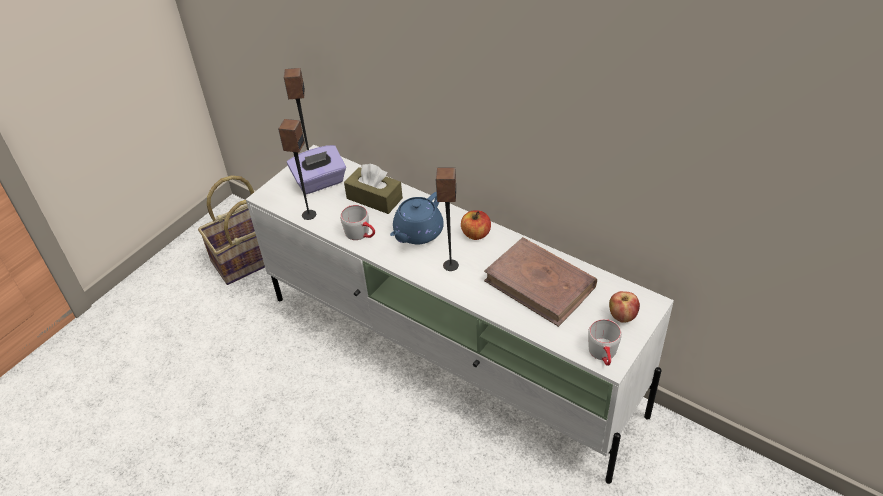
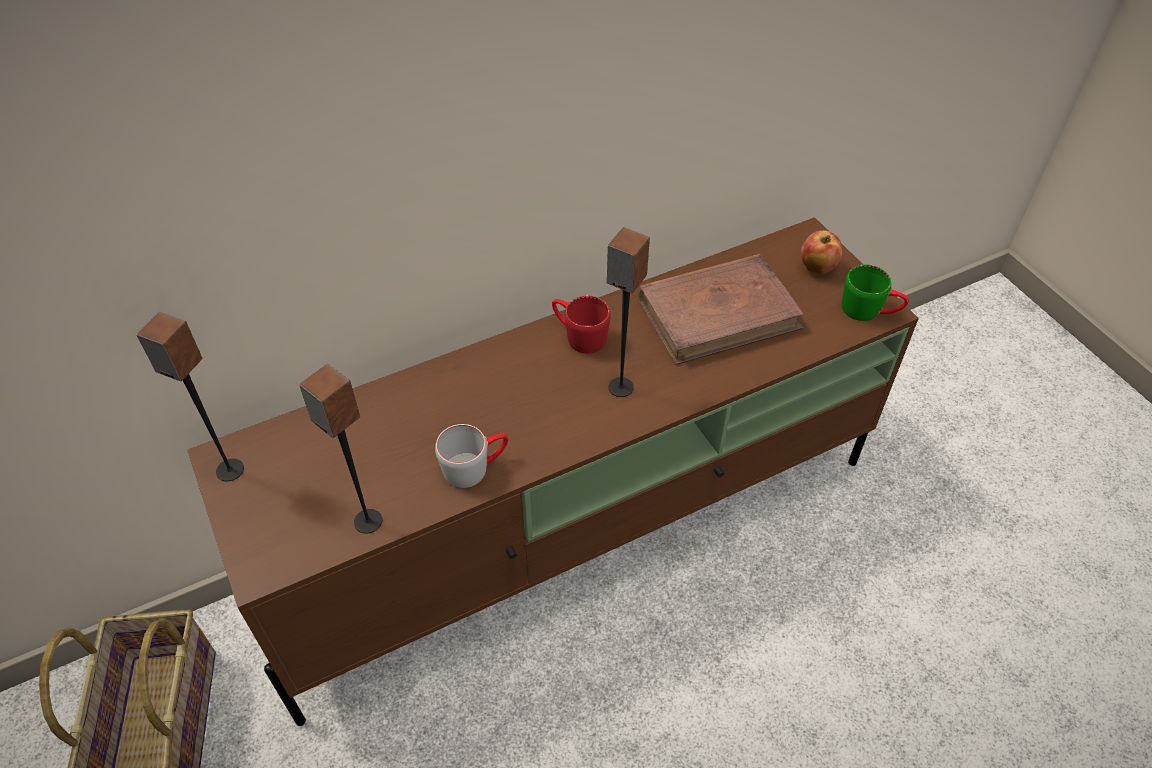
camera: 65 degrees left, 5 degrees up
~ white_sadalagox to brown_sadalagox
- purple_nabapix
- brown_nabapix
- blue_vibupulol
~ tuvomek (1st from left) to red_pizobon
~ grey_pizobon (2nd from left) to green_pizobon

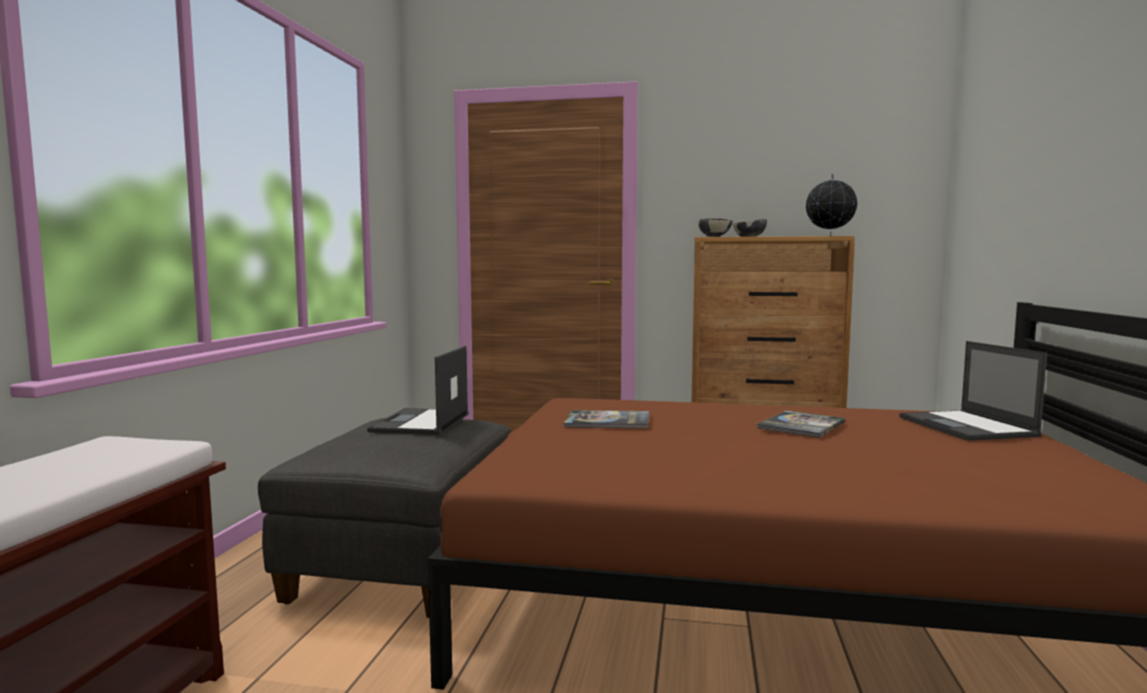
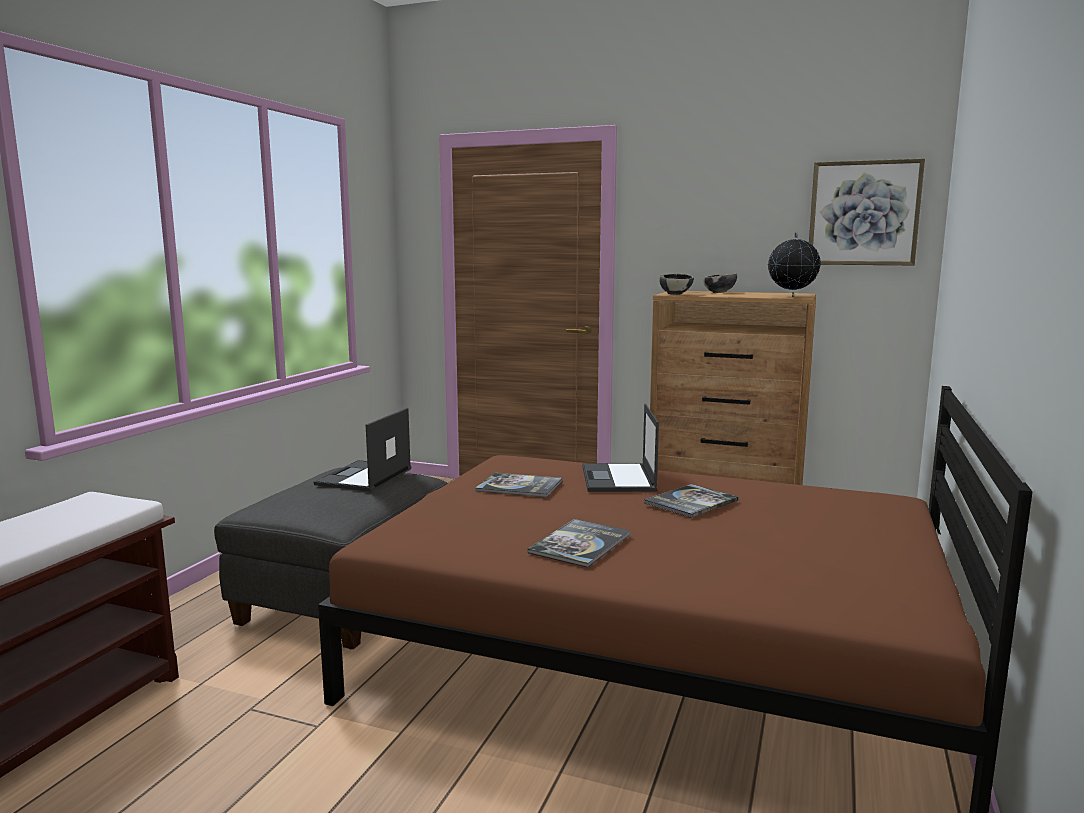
camera: 10 degrees right, 5 degrees up
~ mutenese (2nd from left)
+ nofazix (2nd from left)
+ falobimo

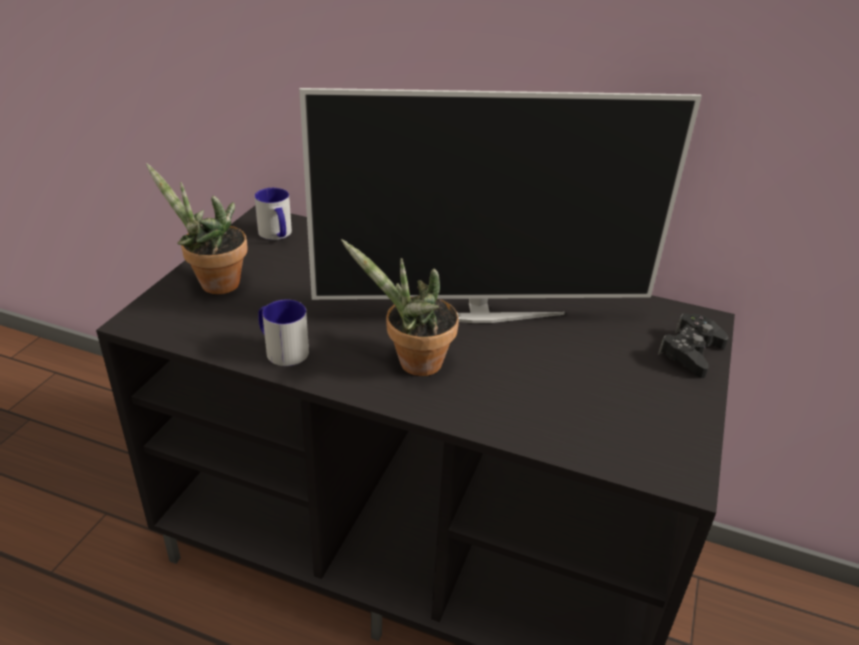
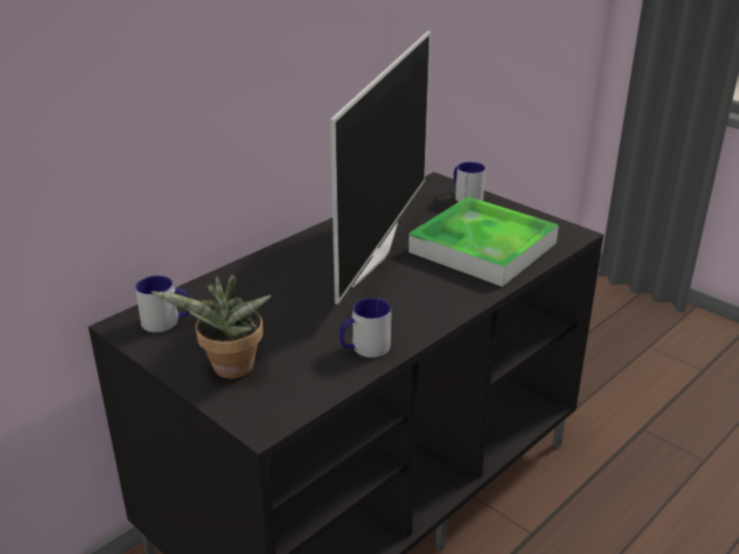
camera: 65 degrees left, 5 degrees down
- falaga (2nd from left)
~ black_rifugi to pizobon (3rd from left)
+ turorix

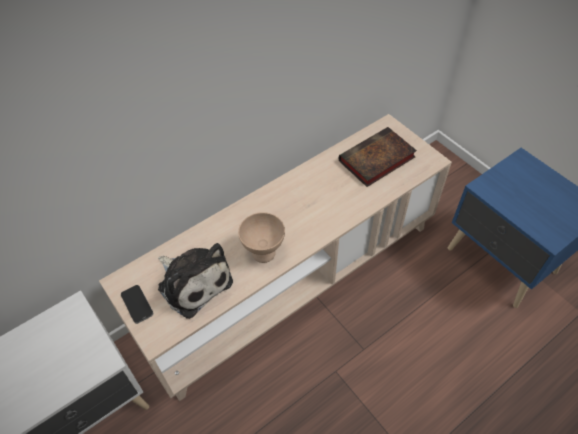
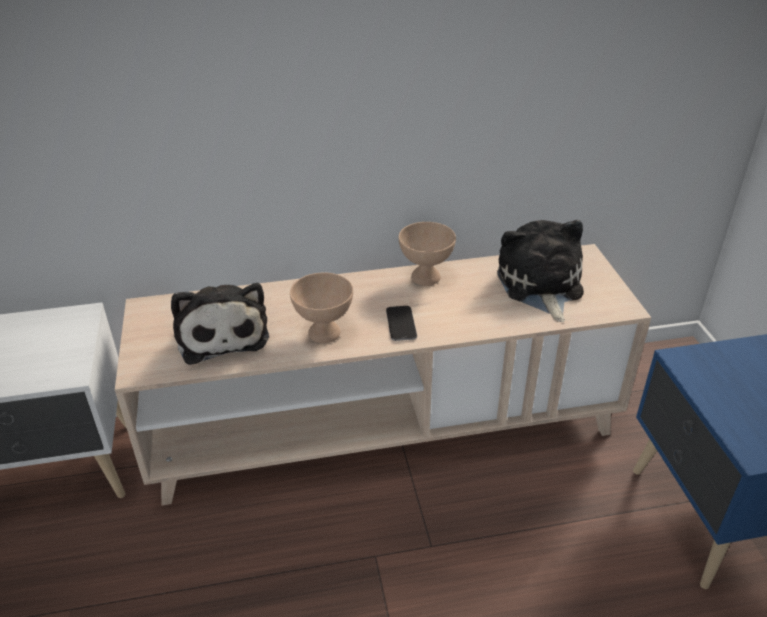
camera: 25 degrees right, 15 degrees down
~ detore
~ nofazix to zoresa (2nd from left)
+ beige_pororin (2nd from left)

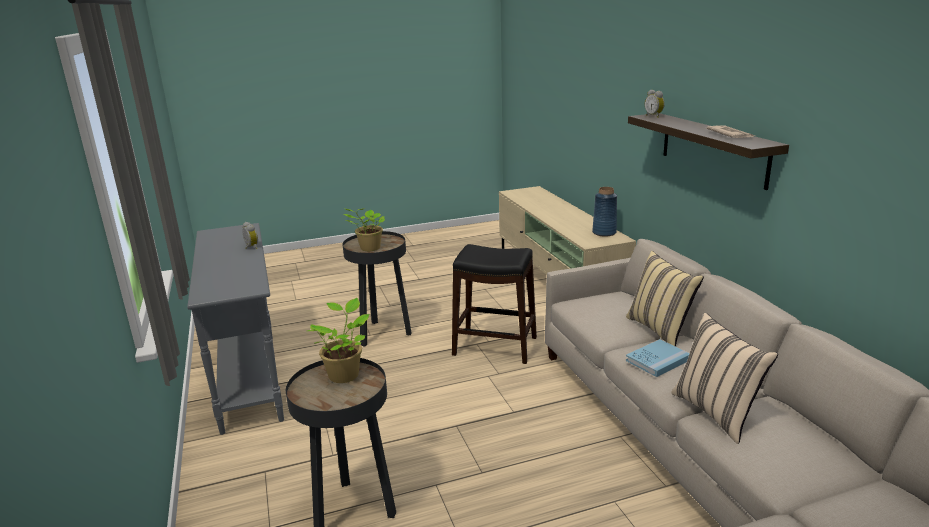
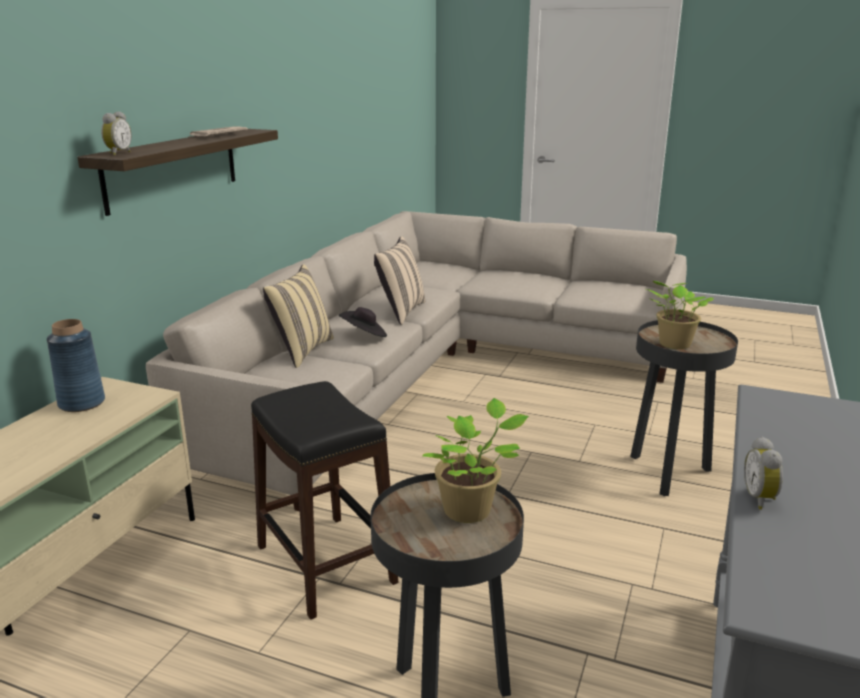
camera: 140 degrees left, 0 degrees up
~ blue_nofazix to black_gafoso

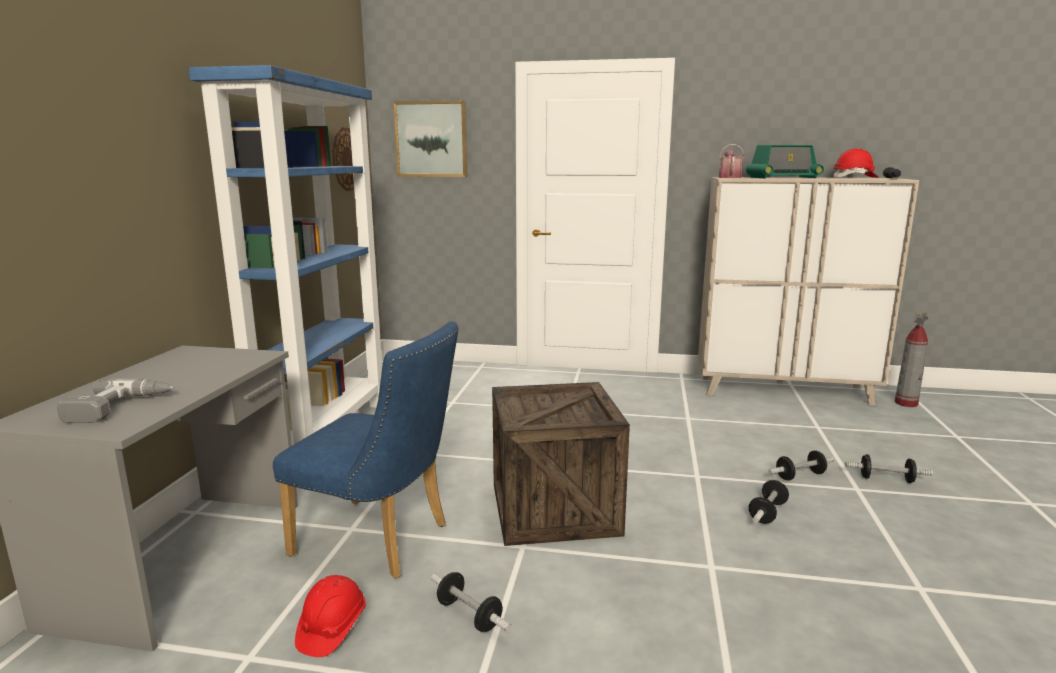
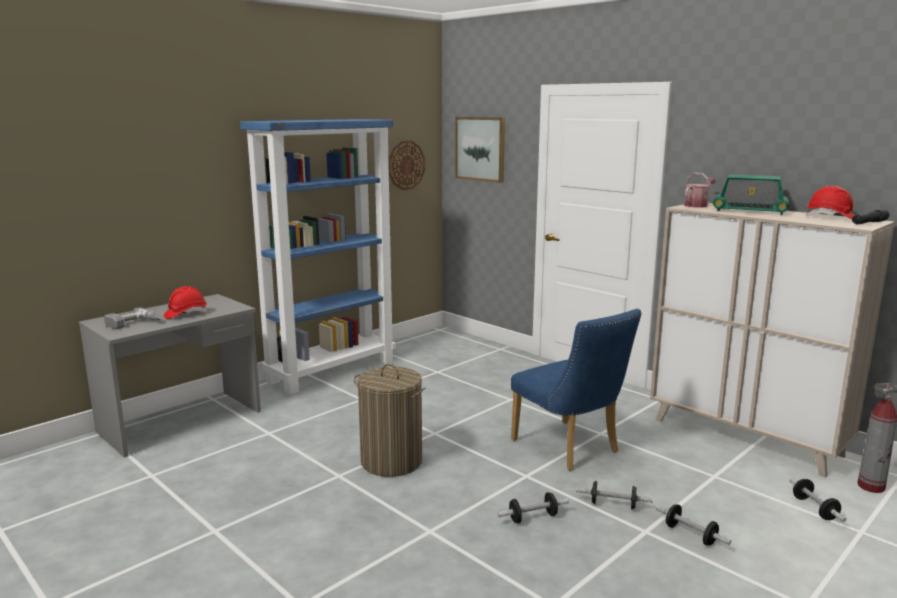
camera: 35 degrees right, 0 degrees up
~ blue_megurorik
~ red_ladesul (1st from left)
~ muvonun (1st from left in the first image) to muvonun (4th from left)
~ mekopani to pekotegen

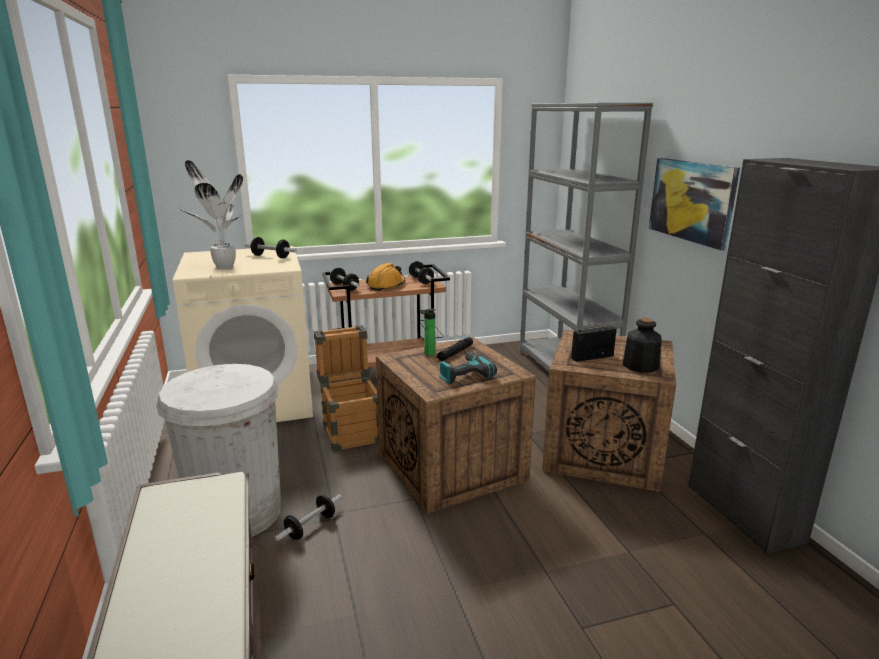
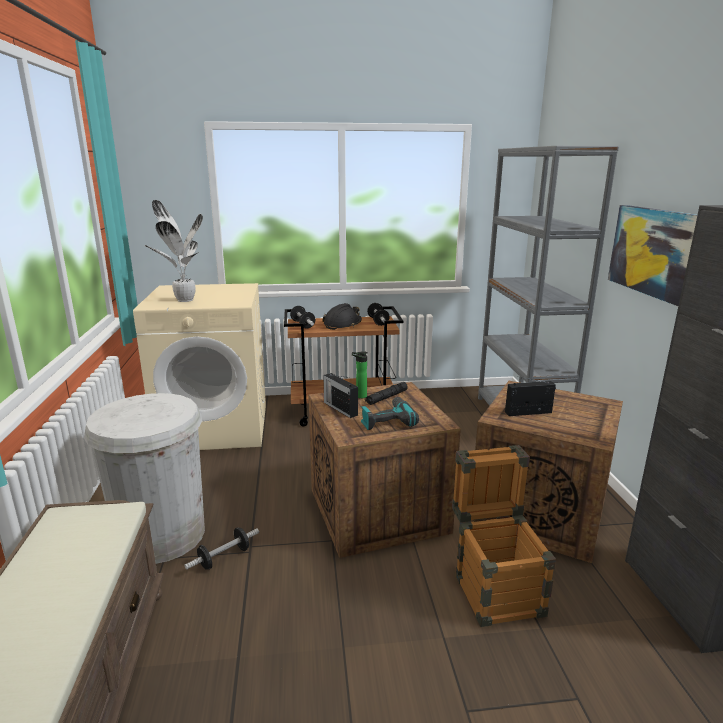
camera: 10 degrees right, 0 degrees up
- muvonun (1st from left)
~ mekopani (1st from left in the first image) to mekopani (2nd from left)
~ orange_ladesul to black_ladesul
- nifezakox (2nd from left)
+ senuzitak (1st from left)

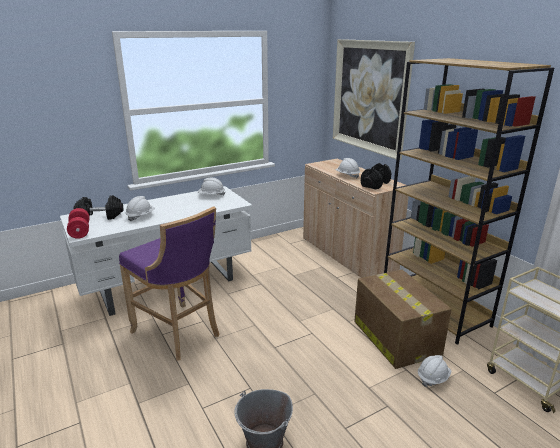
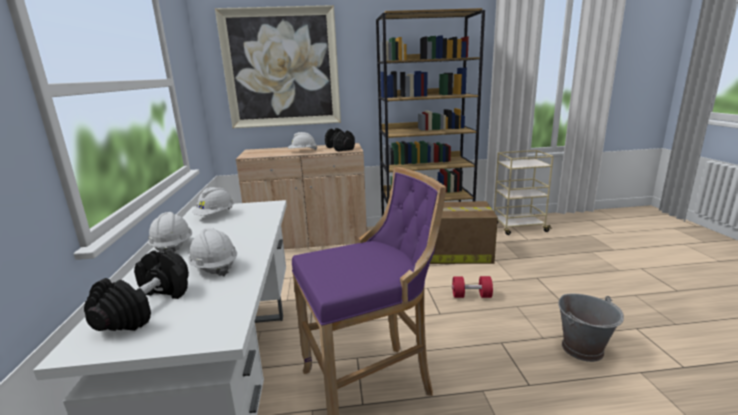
camera: 65 degrees left, 5 degrees down
~ red_muvonun
~ white_ladesul (4th from left in the first image) to white_ladesul (1st from left)

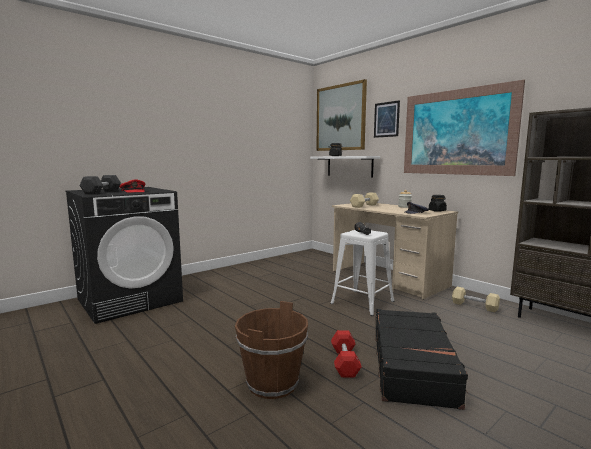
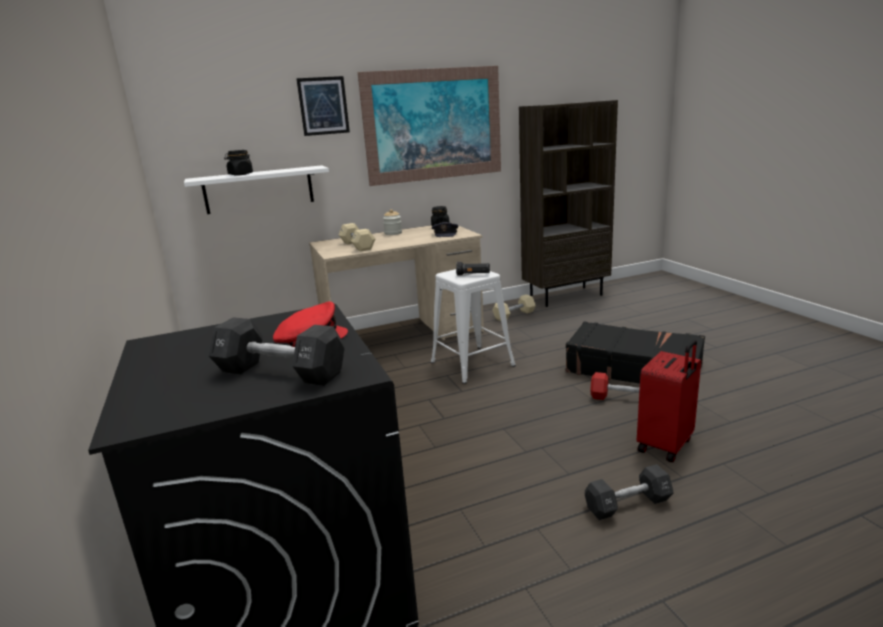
camera: 70 degrees left, 10 degrees up
~ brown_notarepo to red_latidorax
- falobimo (1st from left)
+ black_muvonun (2nd from left)

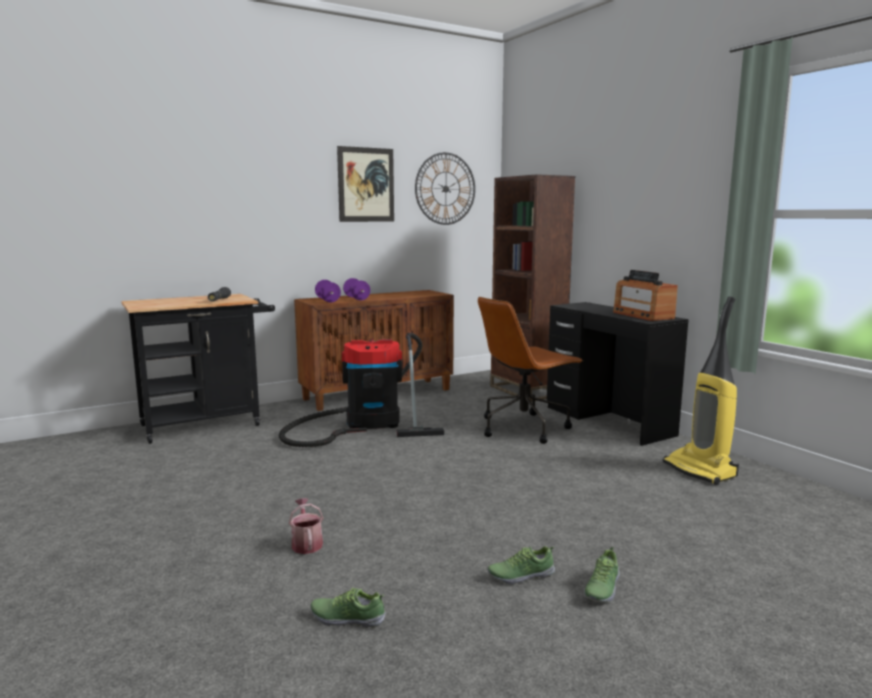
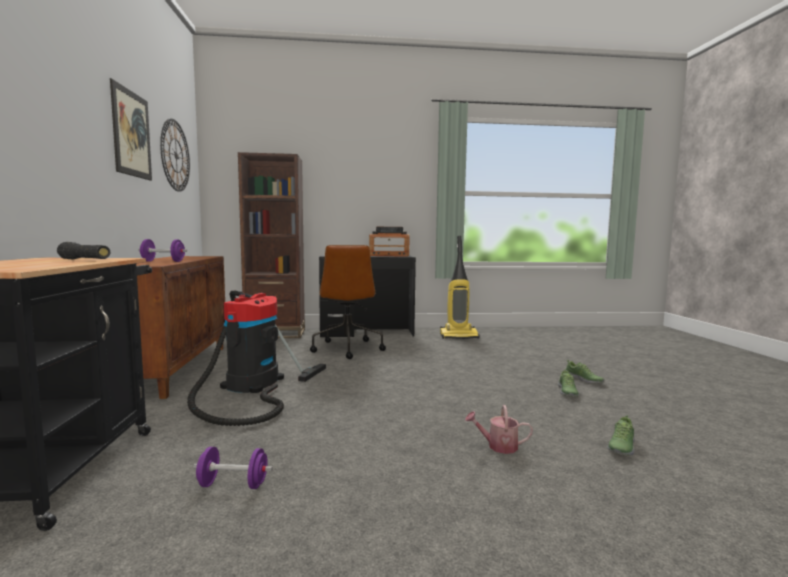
camera: 65 degrees left, 5 degrees down
~ purple_muvonun (1st from left in the first image) to purple_muvonun (2nd from left)

